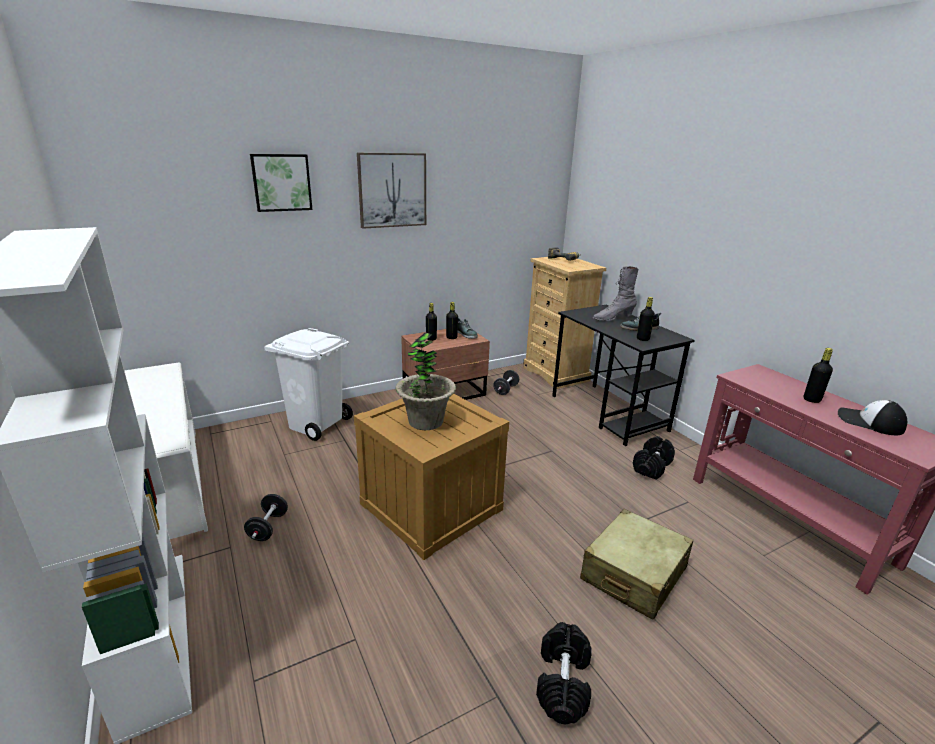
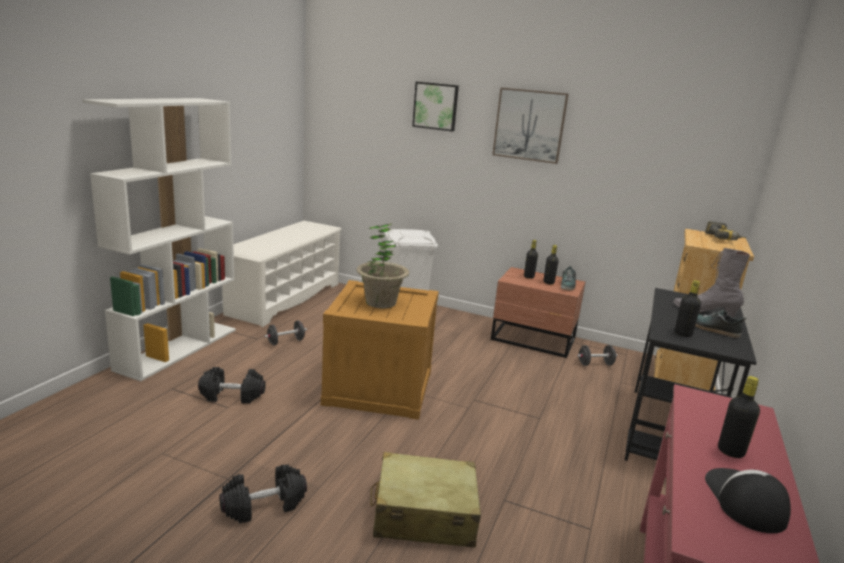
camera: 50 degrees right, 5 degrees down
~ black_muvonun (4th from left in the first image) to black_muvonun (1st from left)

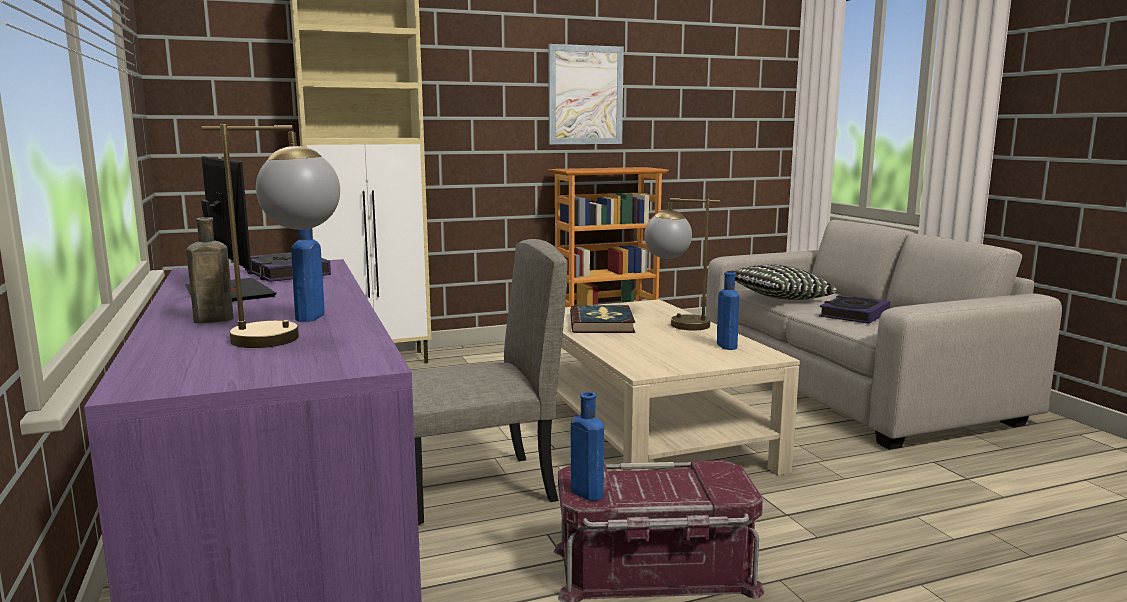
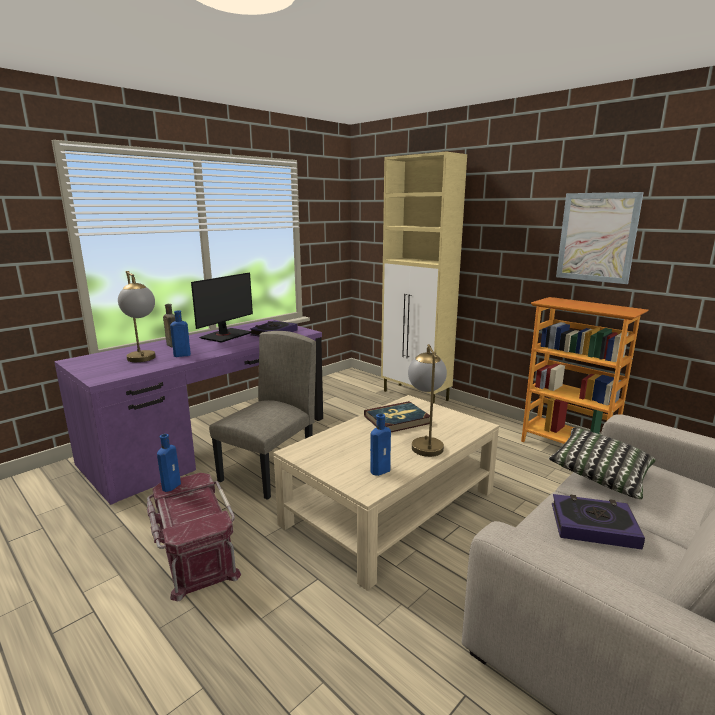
camera: 65 degrees right, 5 degrees up
~ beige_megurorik 105 degrees counterclockwise

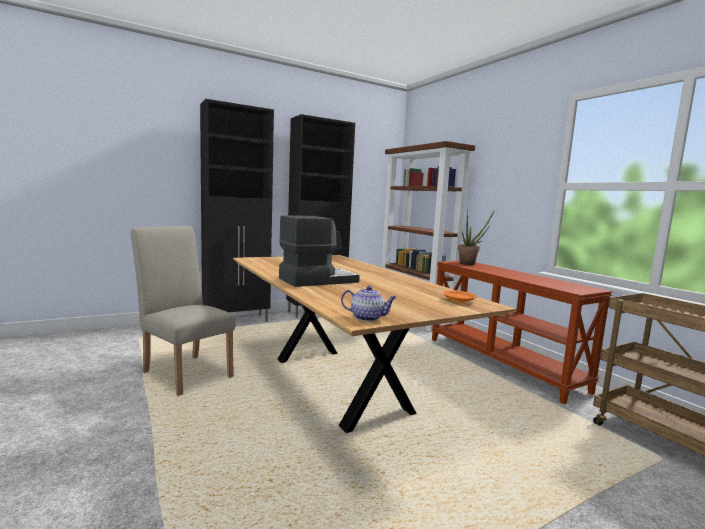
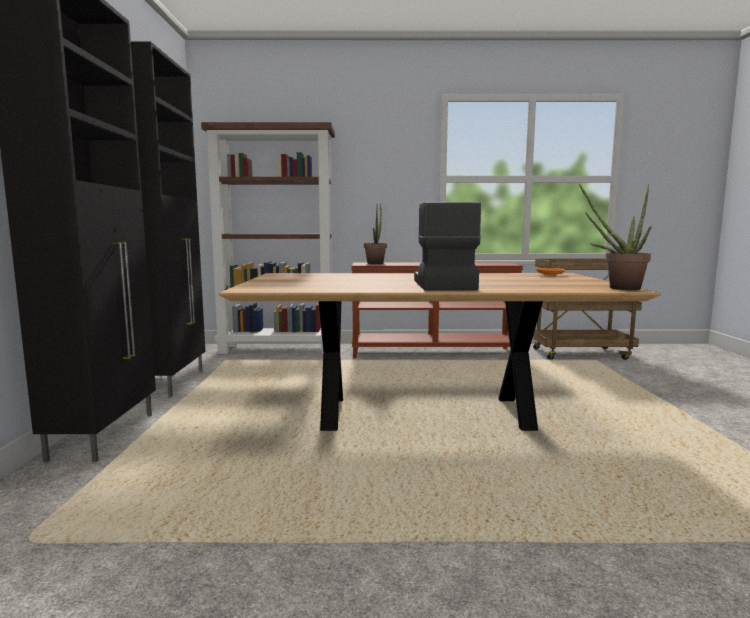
camera: 60 degrees left, 0 degrees up
- beige_megurorik
~ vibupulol to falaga (2nd from left)

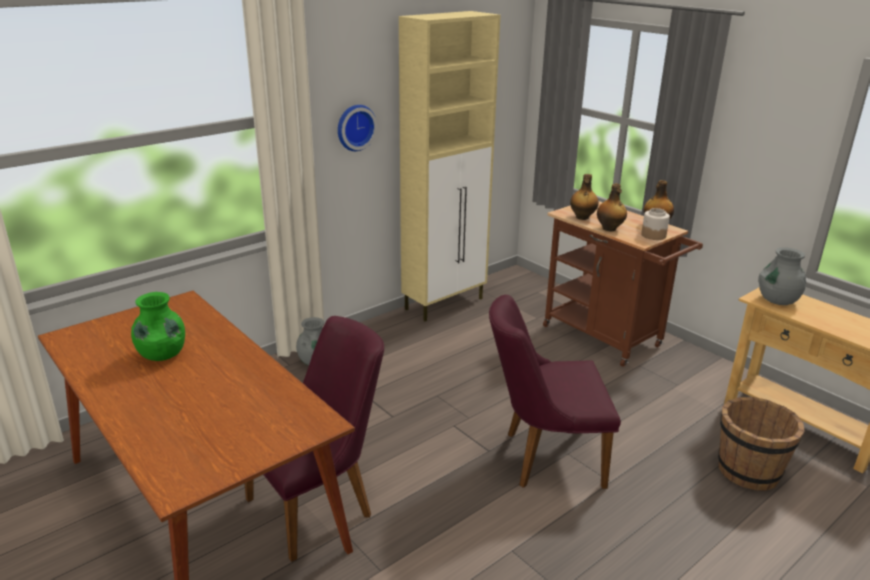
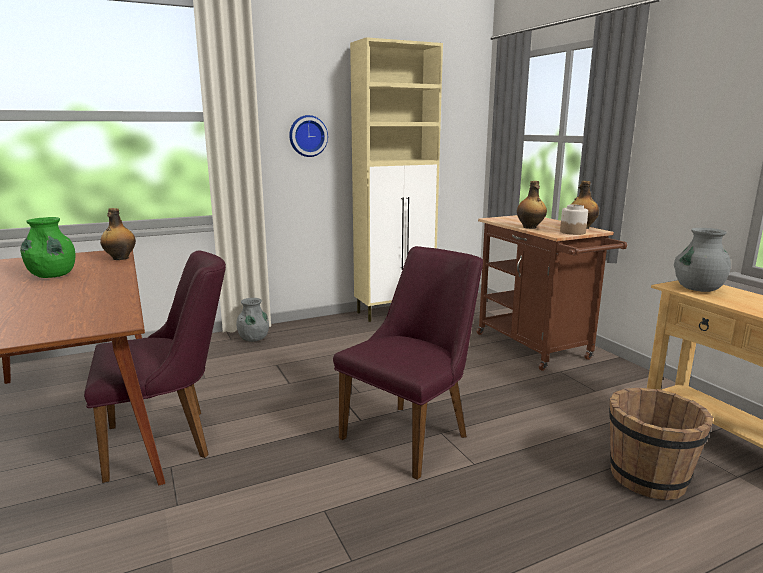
camera: 15 degrees right, 10 degrees down
~ purple_megurorik (2nd from left) 120 degrees clockwise
~ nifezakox (1st from left)

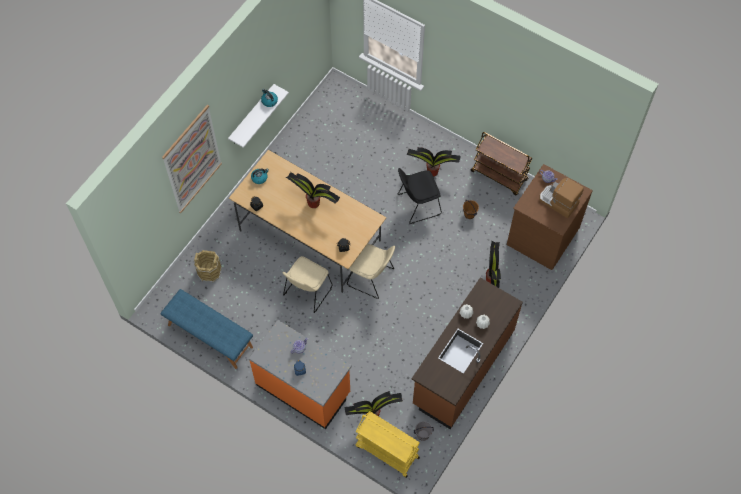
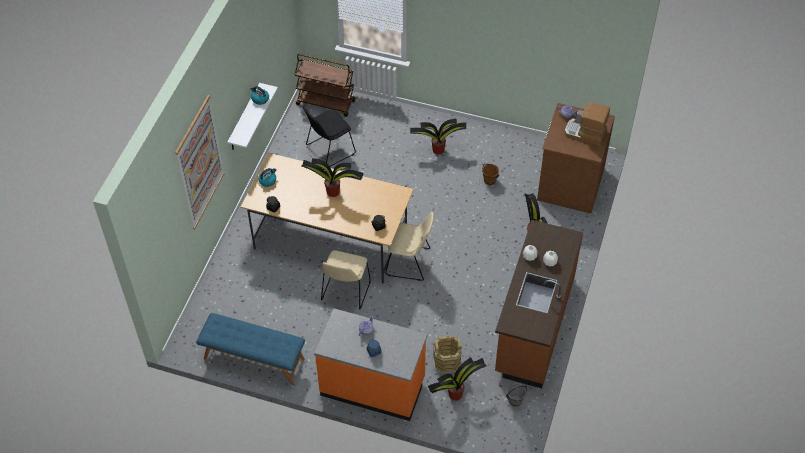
camera: 15 degrees left, 10 degrees down
~ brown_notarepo (1st from left)
- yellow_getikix
~ black_megurorik
~ brown_getikix

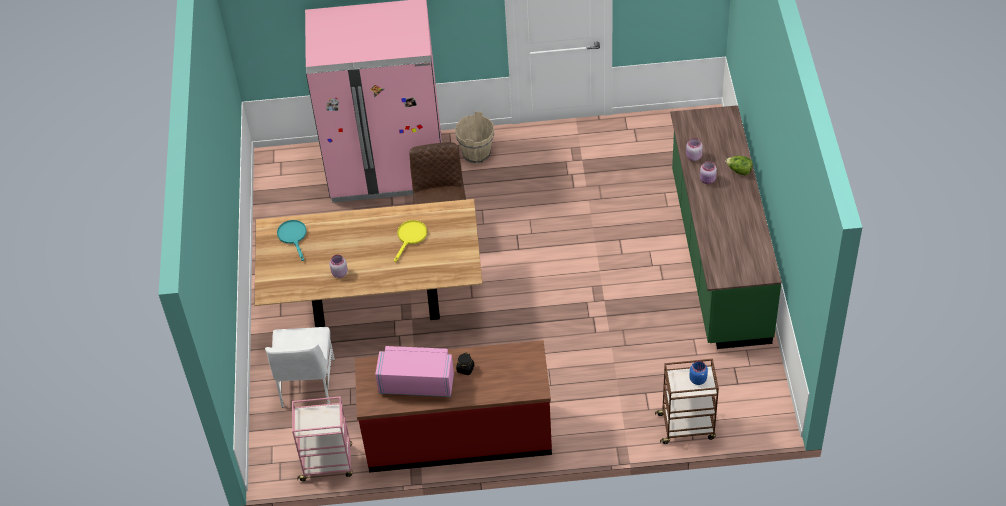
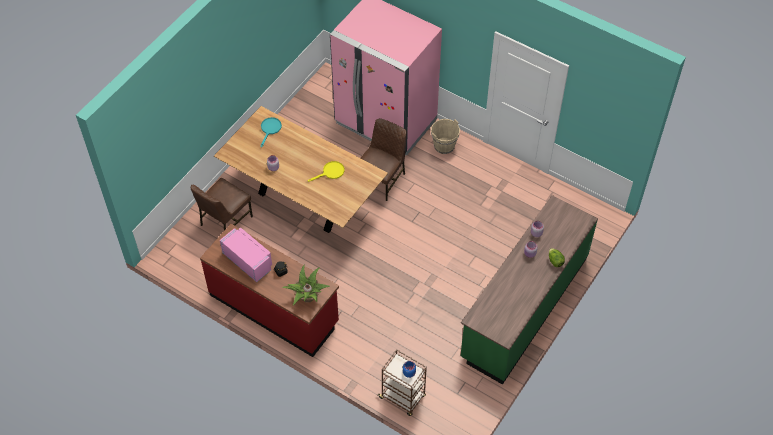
camera: 35 degrees right, 5 degrees up
~ white_megurorik to brown_megurorik (1st from left)
- pink_getikix
+ falaga

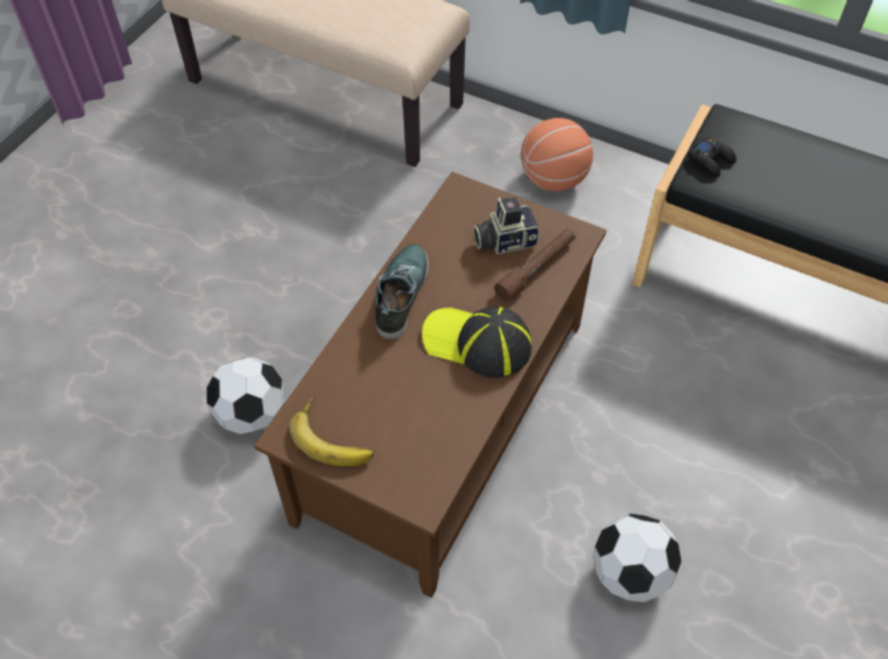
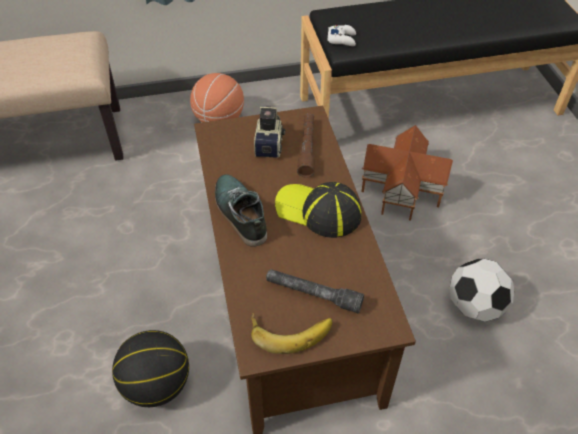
camera: 40 degrees left, 5 degrees down
~ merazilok (1st from left) to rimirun (1st from left)
~ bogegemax 45 degrees clockwise
~ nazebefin 150 degrees clockwise
~ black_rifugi to white_rifugi
+ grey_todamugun
+ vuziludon

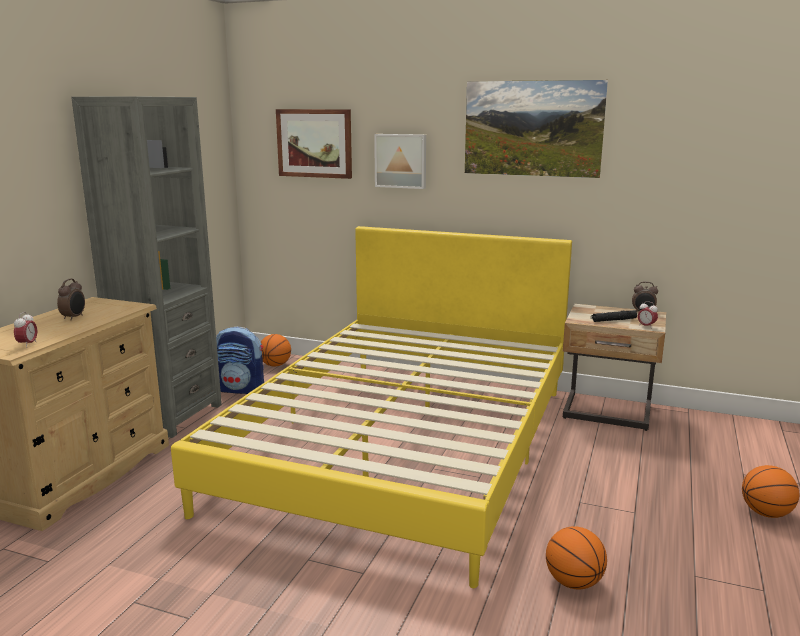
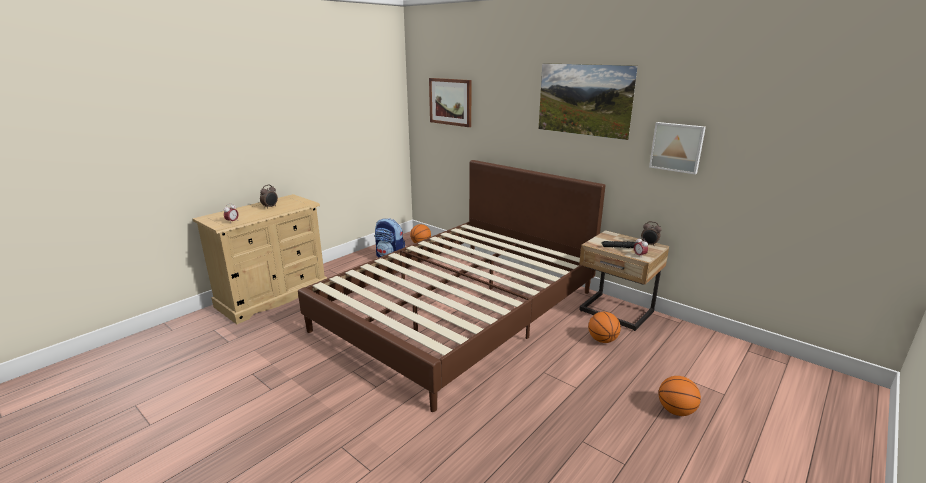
camera: 20 degrees right, 5 degrees up
- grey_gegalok
~ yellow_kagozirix to brown_kagozirix
~ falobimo (2nd from left in the first image) to falobimo (3rd from left)
~ rimirun (2nd from left)

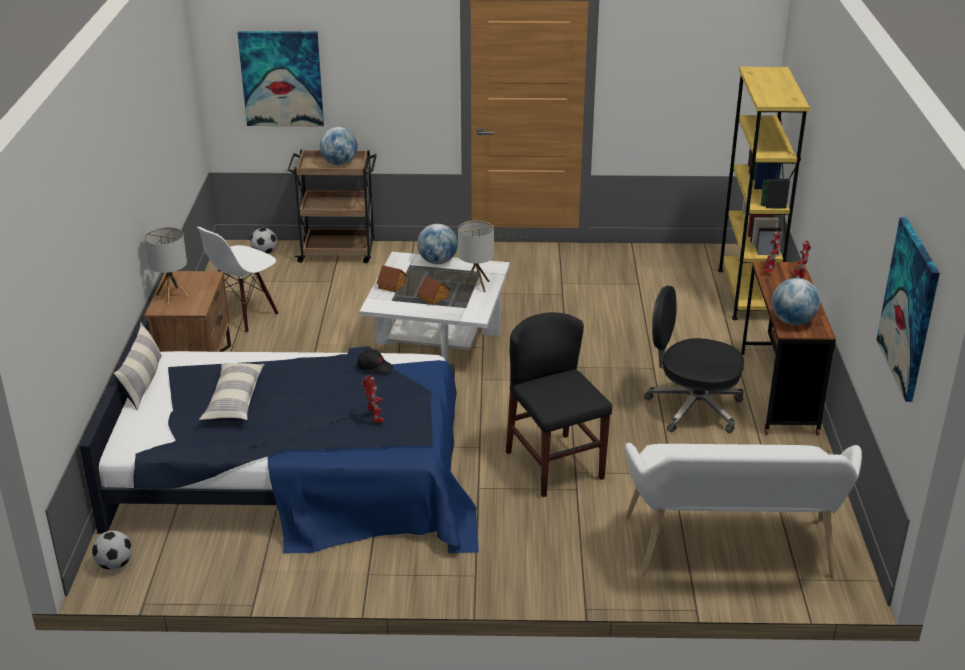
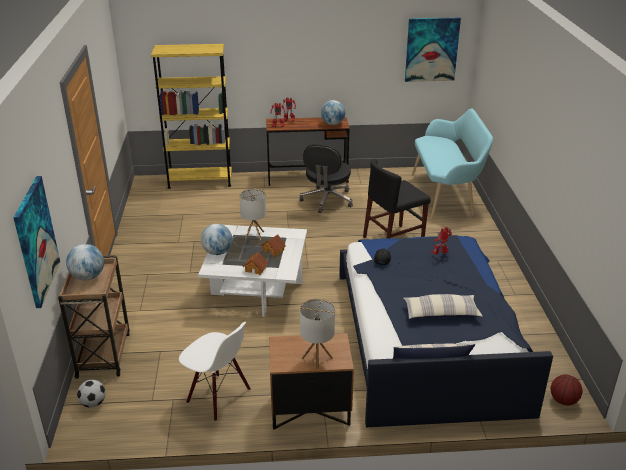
camera: 95 degrees left, 0 degrees up
~ merazilok (1st from left) to rimirun
~ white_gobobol to turquoise_gobobol

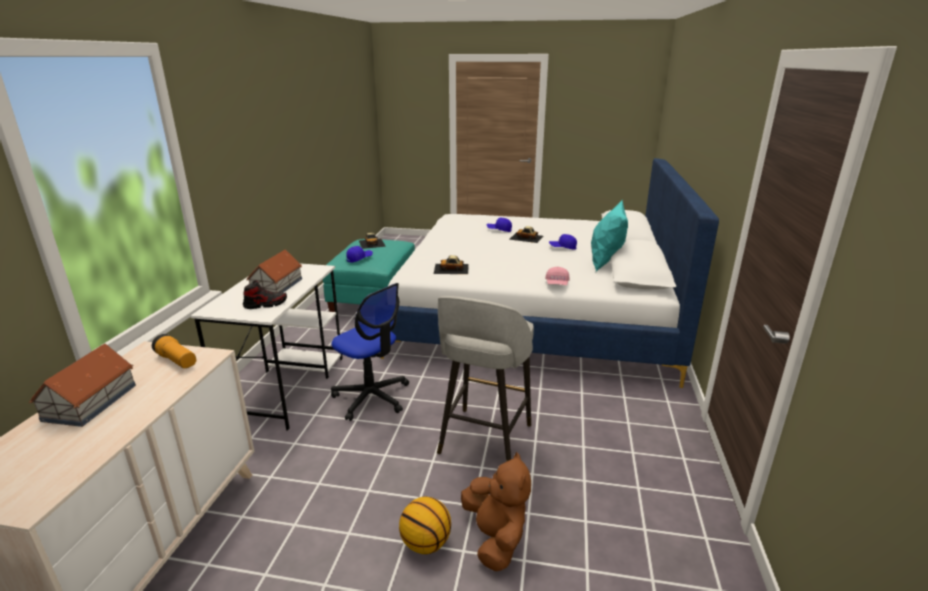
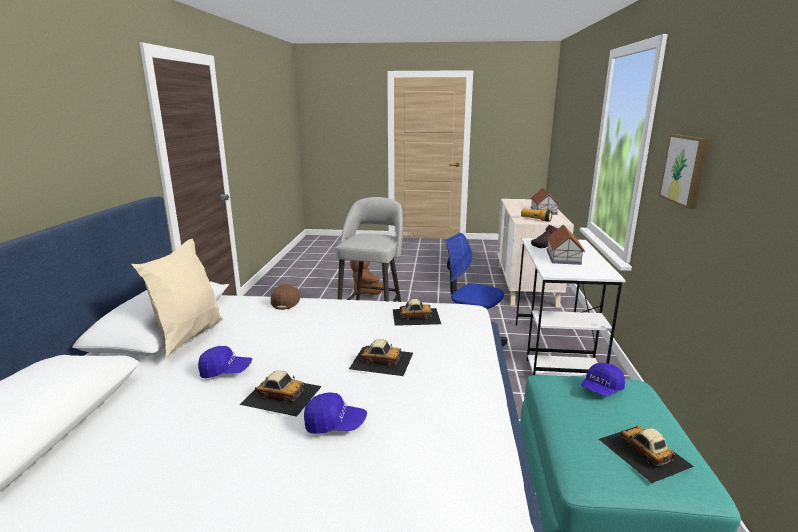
camera: 175 degrees right, 5 degrees down
- rimirun
~ pink_bogegemax to brown_bogegemax
~ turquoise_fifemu to beige_fifemu
+ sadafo (2nd from left)
+ falobimo

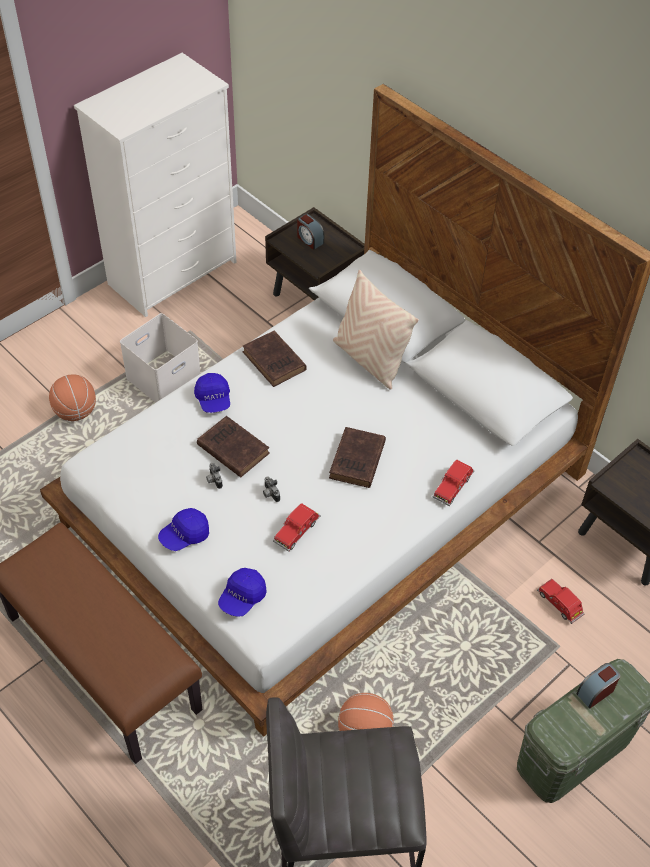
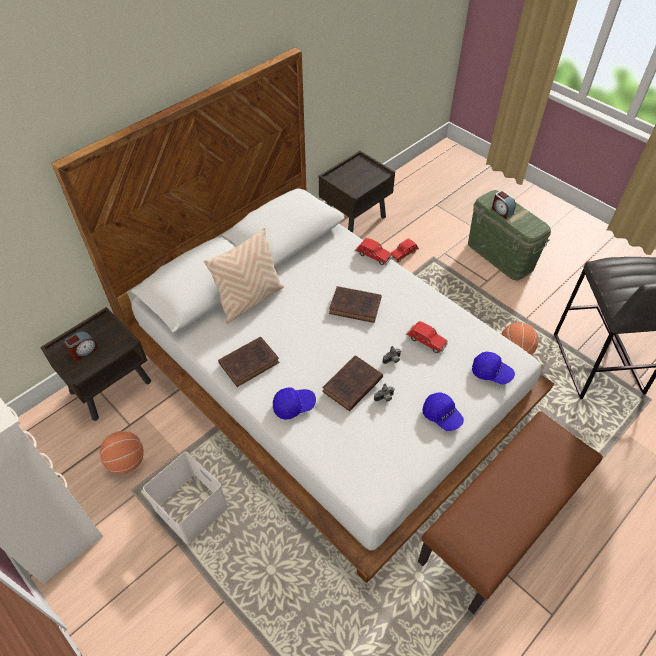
camera: 90 degrees left, 0 degrees up
~ rimirun (1st from left)

